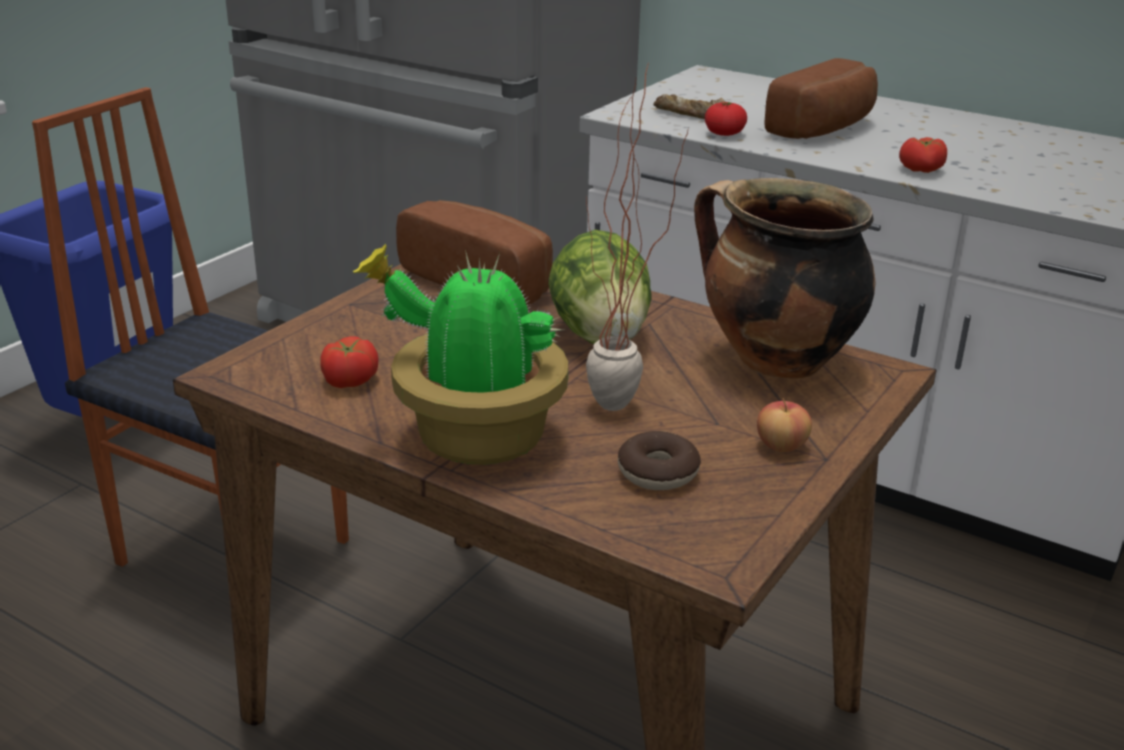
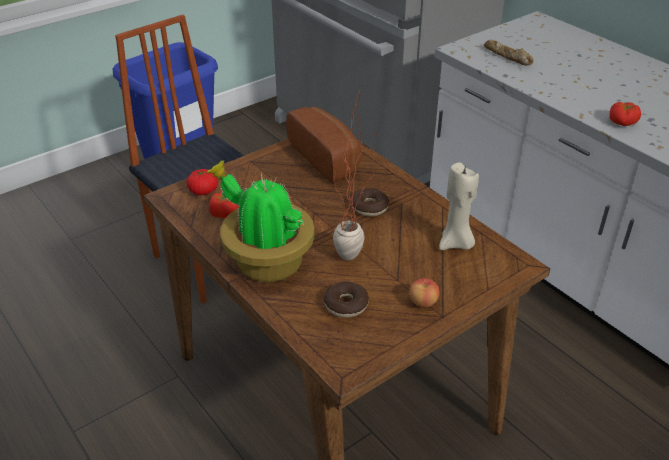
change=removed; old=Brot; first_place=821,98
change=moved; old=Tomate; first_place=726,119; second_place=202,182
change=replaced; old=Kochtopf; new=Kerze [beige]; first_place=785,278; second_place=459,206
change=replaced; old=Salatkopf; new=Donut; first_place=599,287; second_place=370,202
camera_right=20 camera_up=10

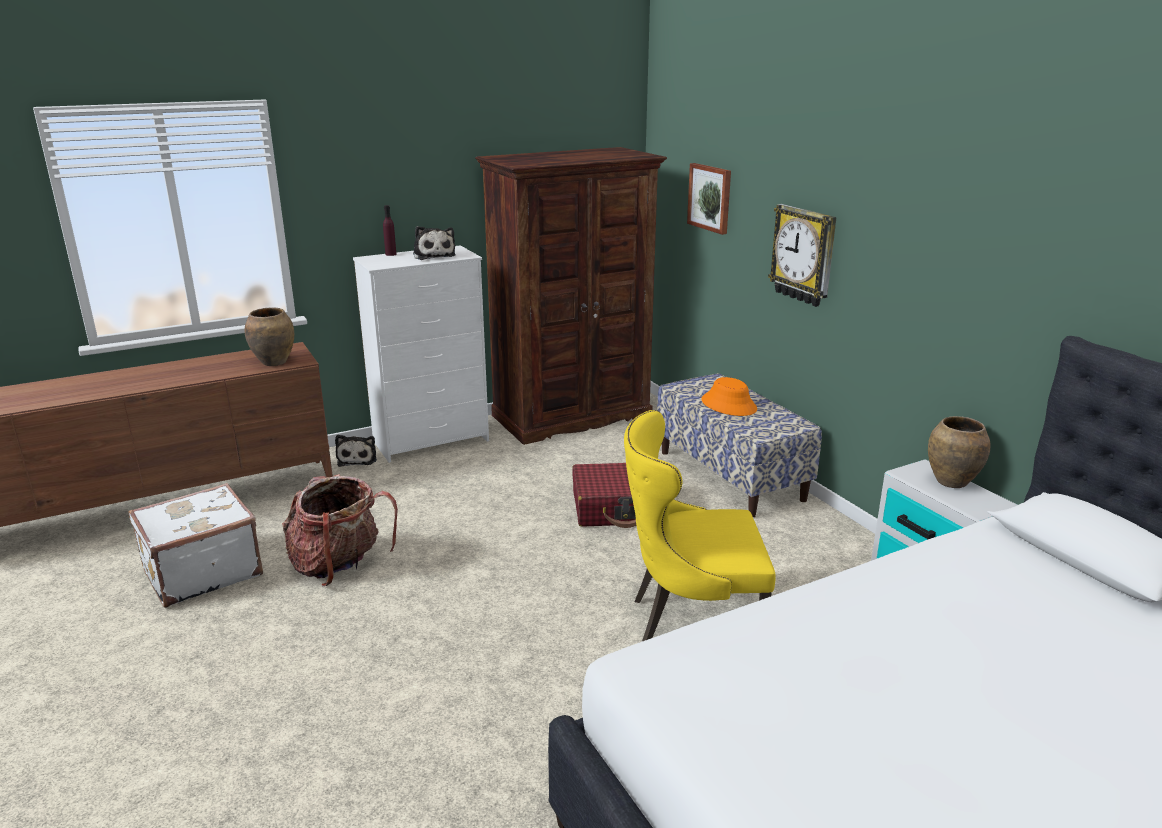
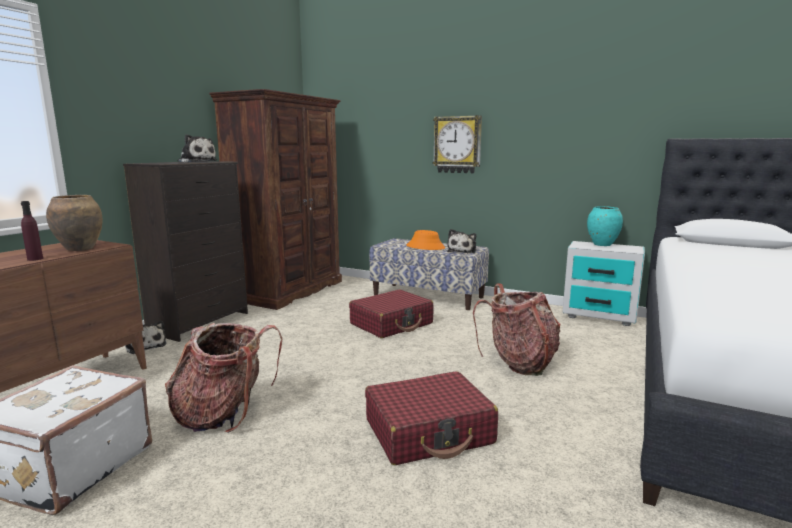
change=removed; old=Bild; first_place=709,199
change=moved; old=Flasche [lila]; first_place=389,230; second_place=32,231
change=recoloured; old=Kommode [weiß]; new=Kommode [schwarz]; first_place=421,354; second_place=185,251
change=replaced; old=Stuhl [gelb]; new=Rucksack; first_place=699,525; second_place=517,329
change=recoloured; old=Vase [braun]; new=Vase [türkis]; first_place=959,452; second_place=605,226
change=added; new=Plüschtier; second_place=461,241
change=added; new=Koffer [rot]; second_place=431,418
camera_right=-35 camera_up=-10

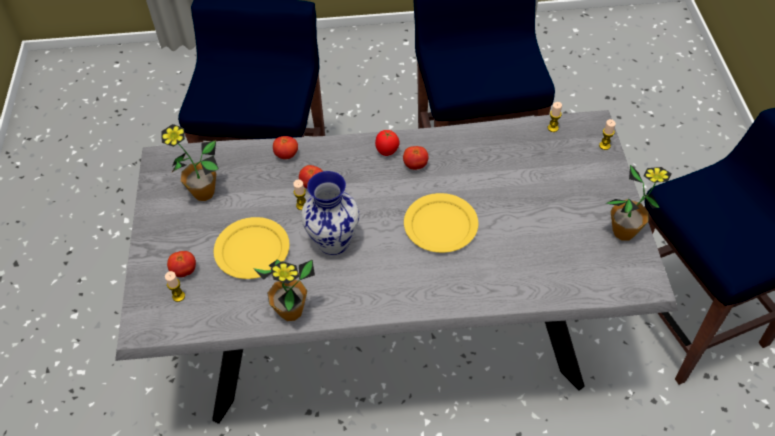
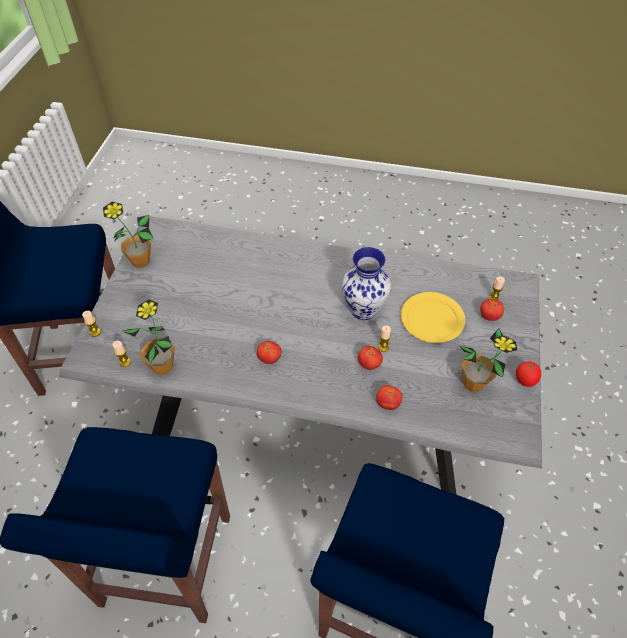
change=moved; old=Tomate; first_place=387,143; second_place=528,374
change=removed; old=Teller [gelb]; first_place=441,223
change=moved; old=Topfpflanze; first_place=284,290; second_place=148,337
camera_right=-165 camera_up=0

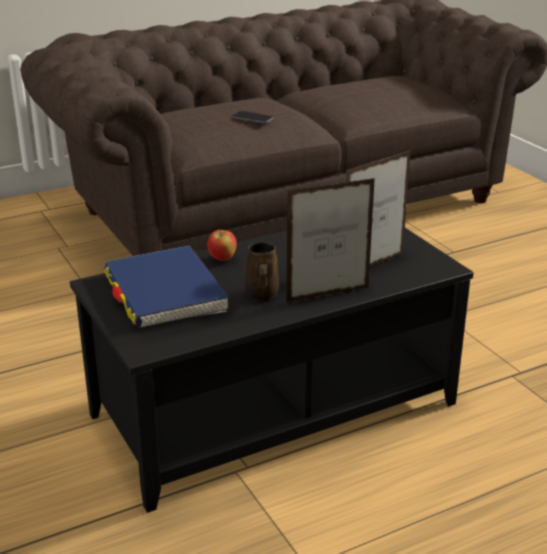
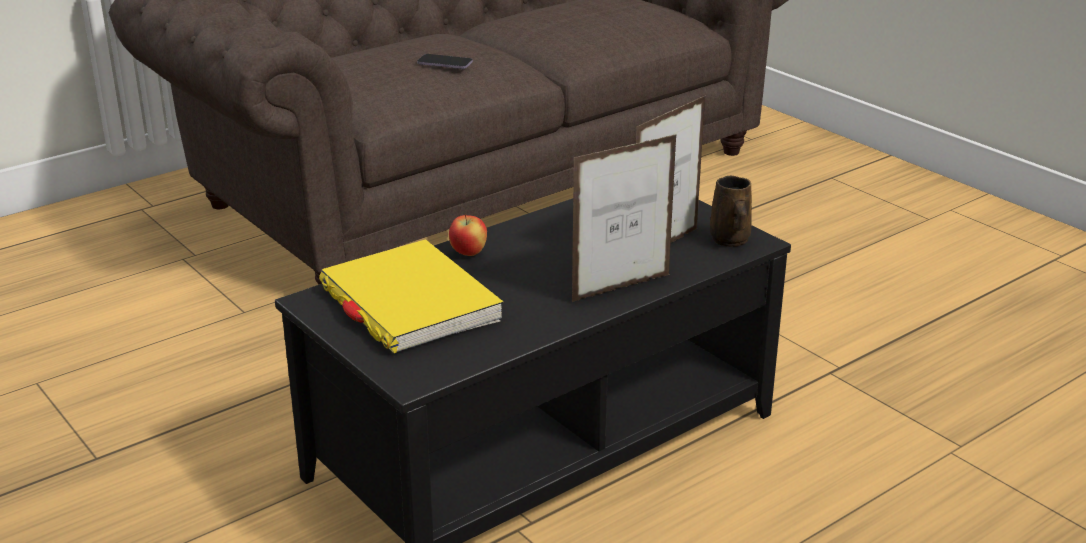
change=moved; old=Henkelbecher [braun]; first_place=262,271; second_place=731,211
change=recoloured; old=Buch [blau]; new=Buch [gelb]; first_place=166,287; second_place=411,296
camera_right=-10 camera_up=0

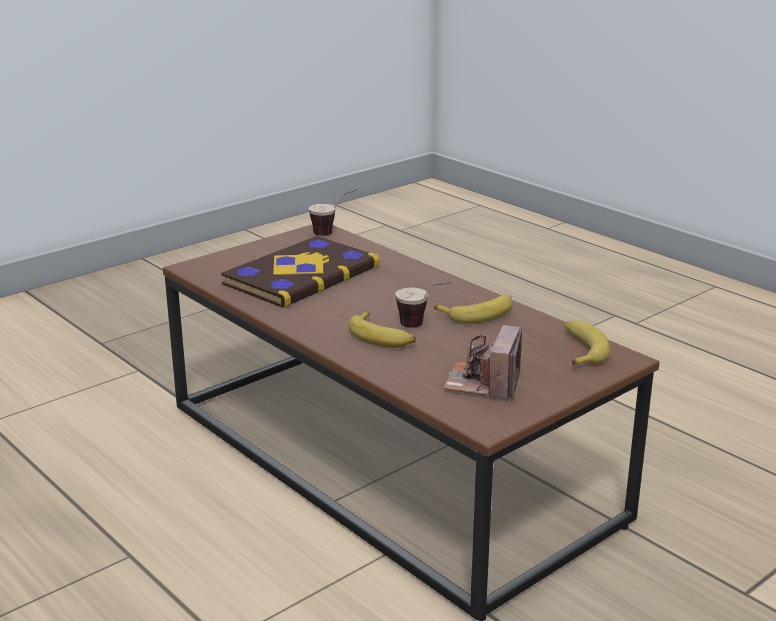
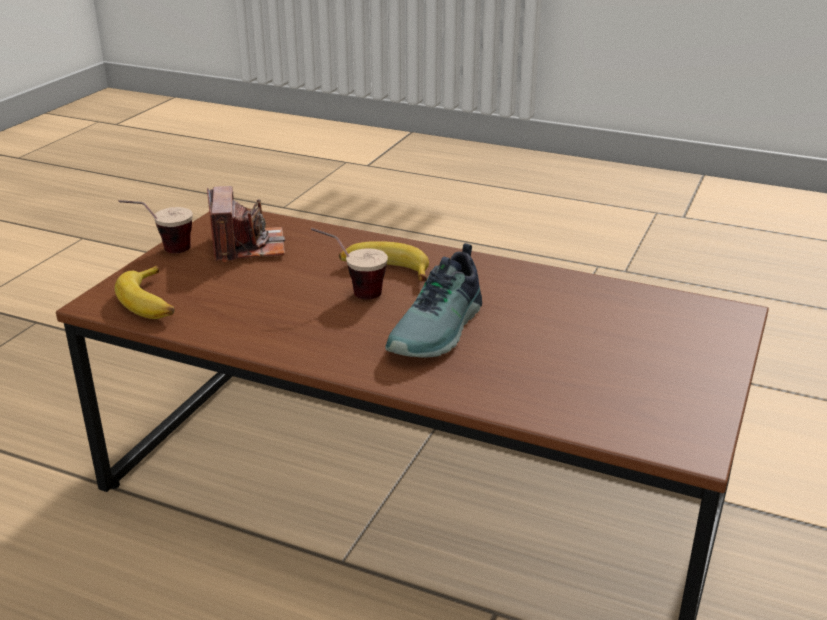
change=moved; old=Tasse; first_place=333,212; second_place=155,226
change=removed; old=Buch; first_place=301,272
change=removed; old=Banane; first_place=473,309
change=added; new=Schuh; second_place=433,300
camera_right=155 camera_up=5

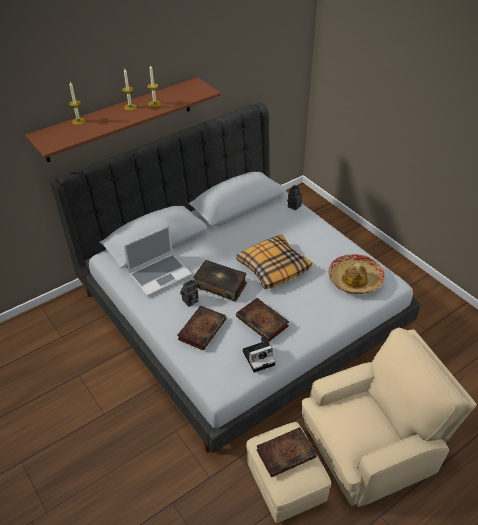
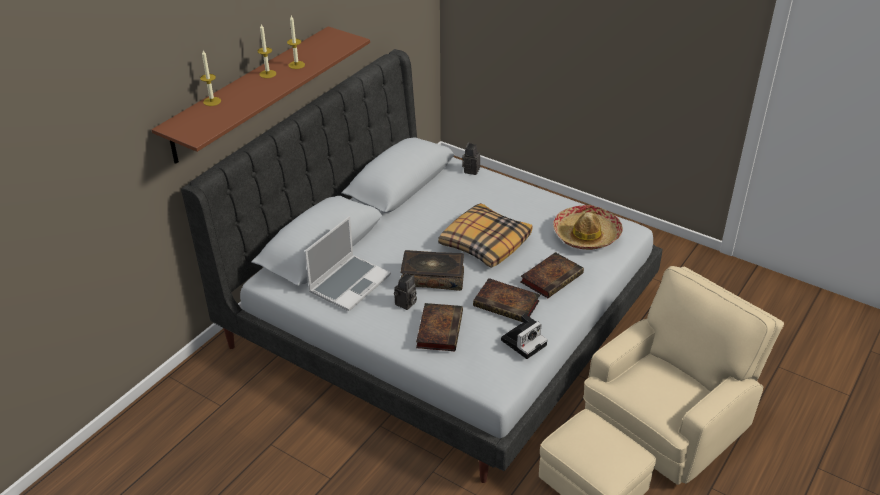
change=moved; old=Buch; first_place=286,452; second_place=552,275
camera_right=-20 camera_up=-5

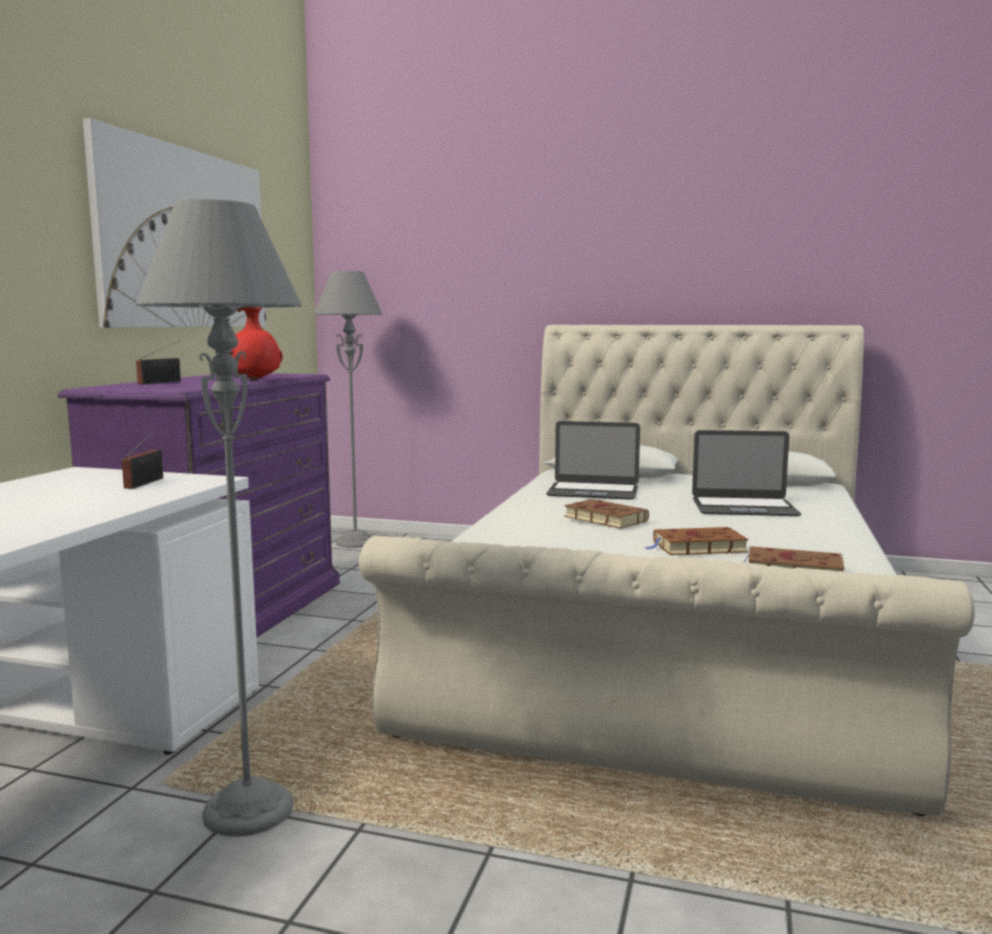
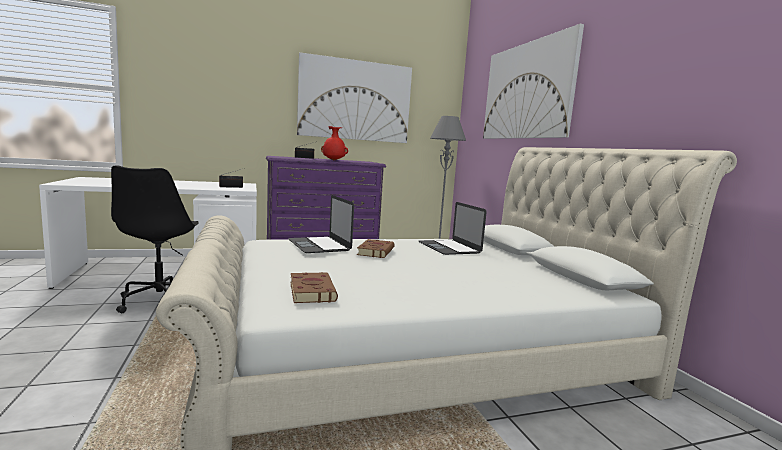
change=replaced; old=Stehlampe [grau]; new=Bürostuhl [schwarz]; first_place=219,518; second_place=155,239
change=moved; old=Laptop; first_place=746,473; second_place=321,224
change=removed; old=Buch [braun]; first_place=696,541
change=added; new=Bild; second_place=533,81
camera_right=55 camera_up=0

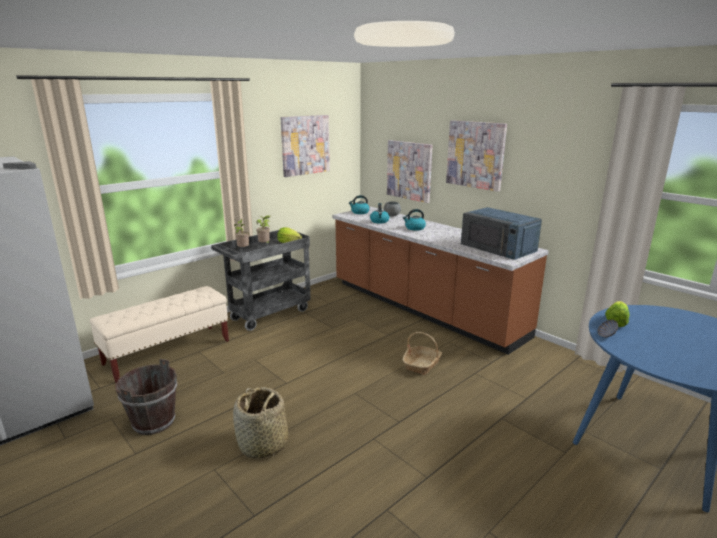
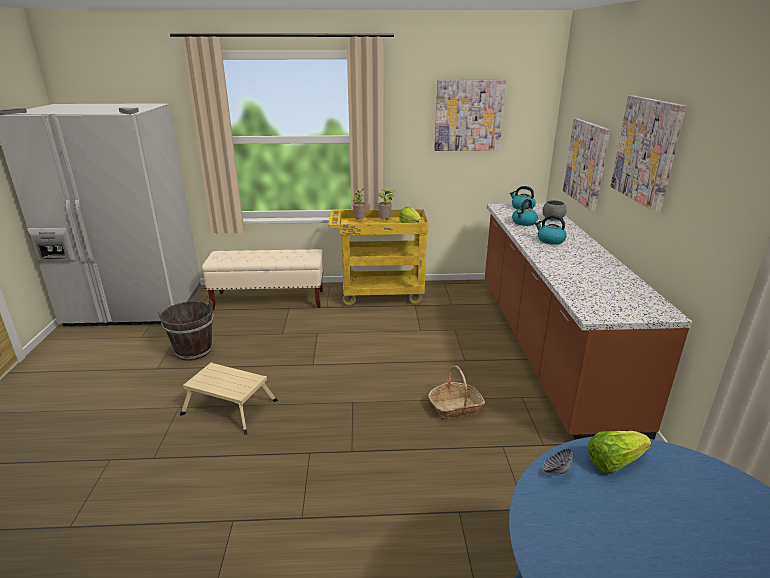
change=removed; old=Mikrowelle [blau]; first_place=501,233
change=recoloured; old=Rollwagen [schwarz]; new=Rollwagen [gelb]; first_place=261,280; second_place=378,257
change=replaced; old=Korb; new=Trittleiter [beige]; first_place=260,422; second_place=229,398
camera_right=40 camera_up=5

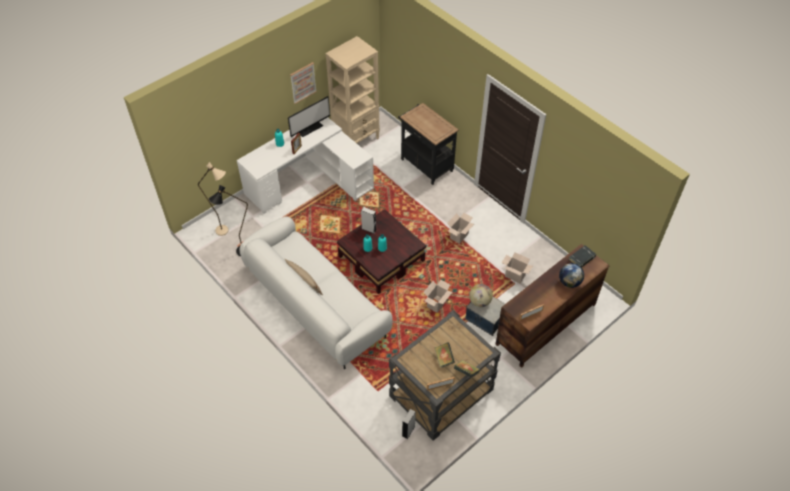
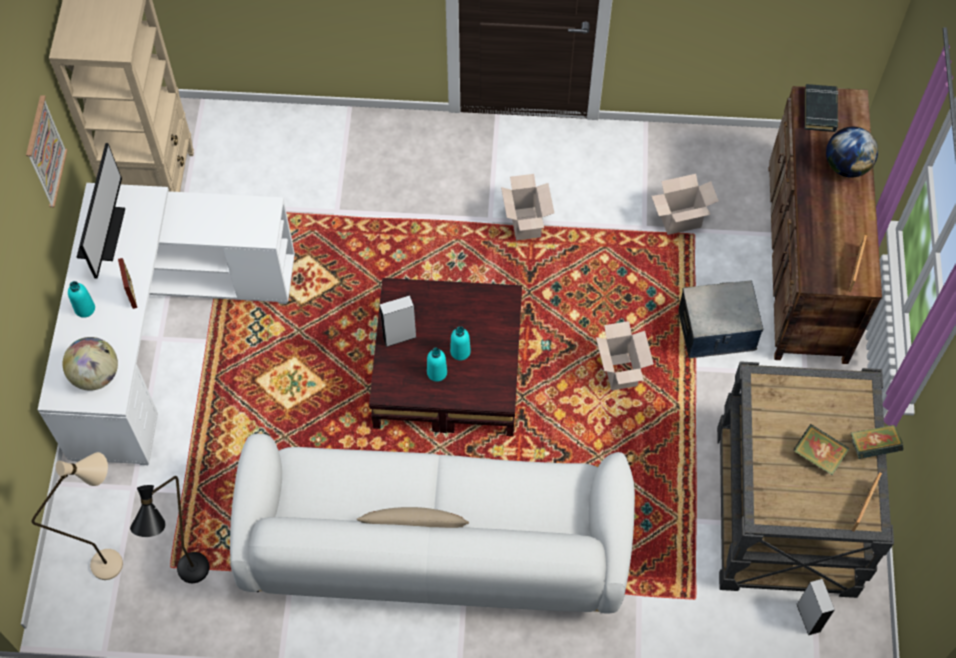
change=removed; old=Rollwagen [schwarz]; first_place=428,144
change=moved; old=Globus; first_place=481,295; second_place=90,364
camera_right=-45 camera_up=10

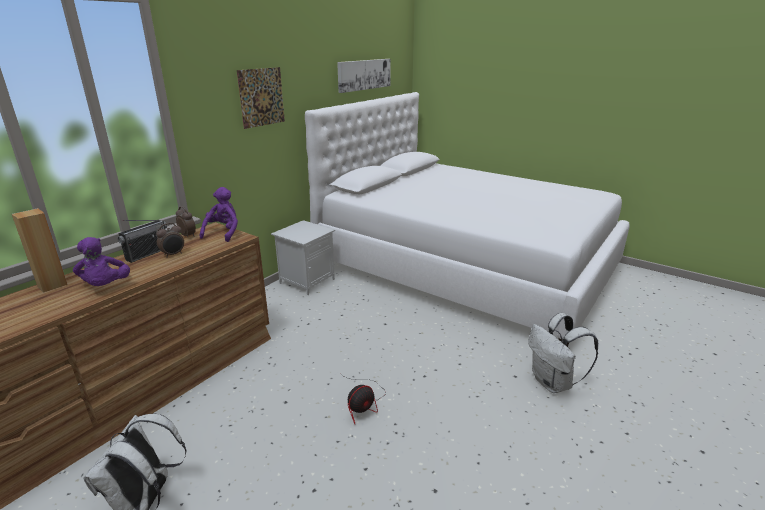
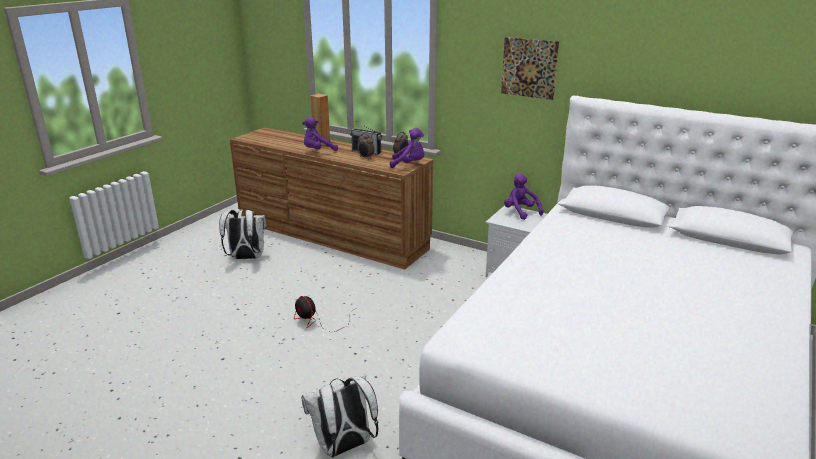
change=removed; old=Bild; first_place=364,76
change=added; new=Plüschtier [lila]; second_place=524,197
camera_right=85 camera_up=0

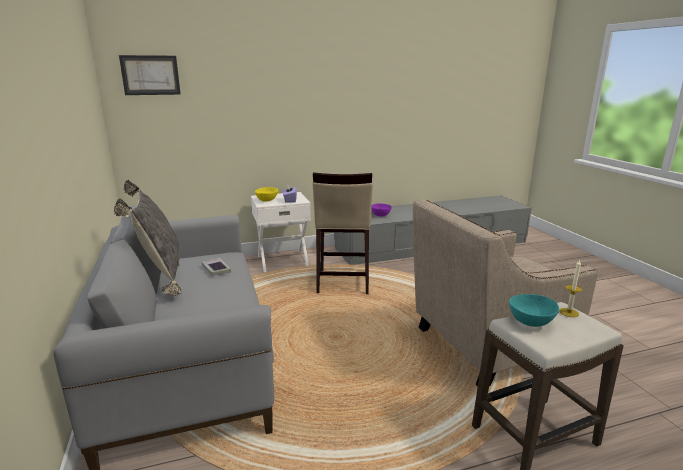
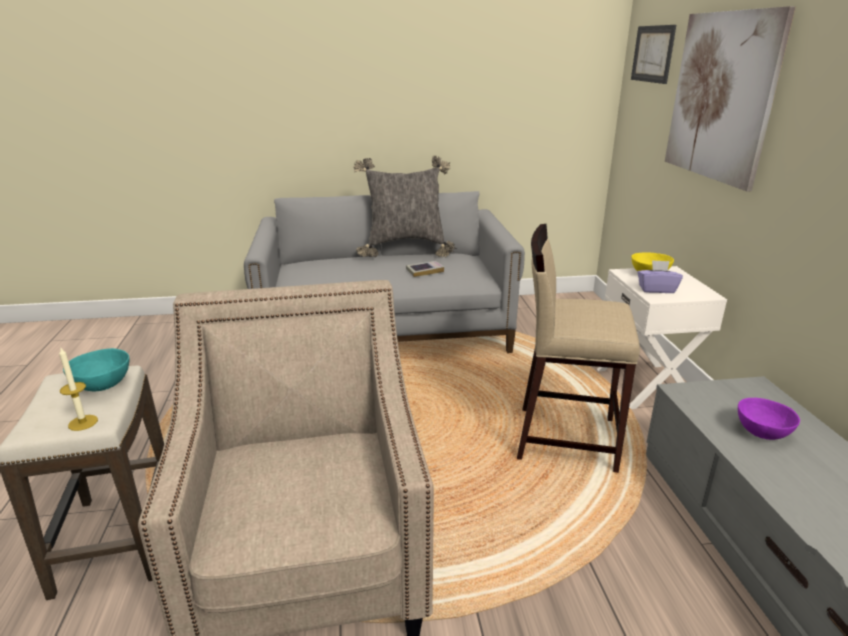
change=added; new=Bild; second_place=730,98
camera_right=100 camera_up=5

